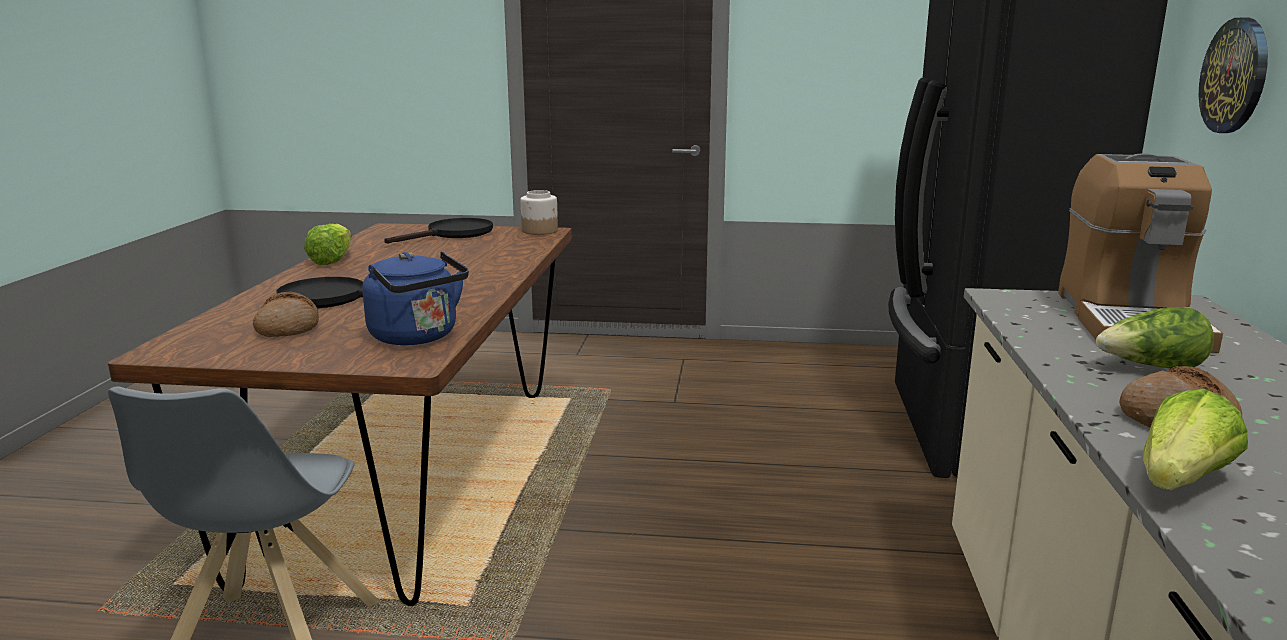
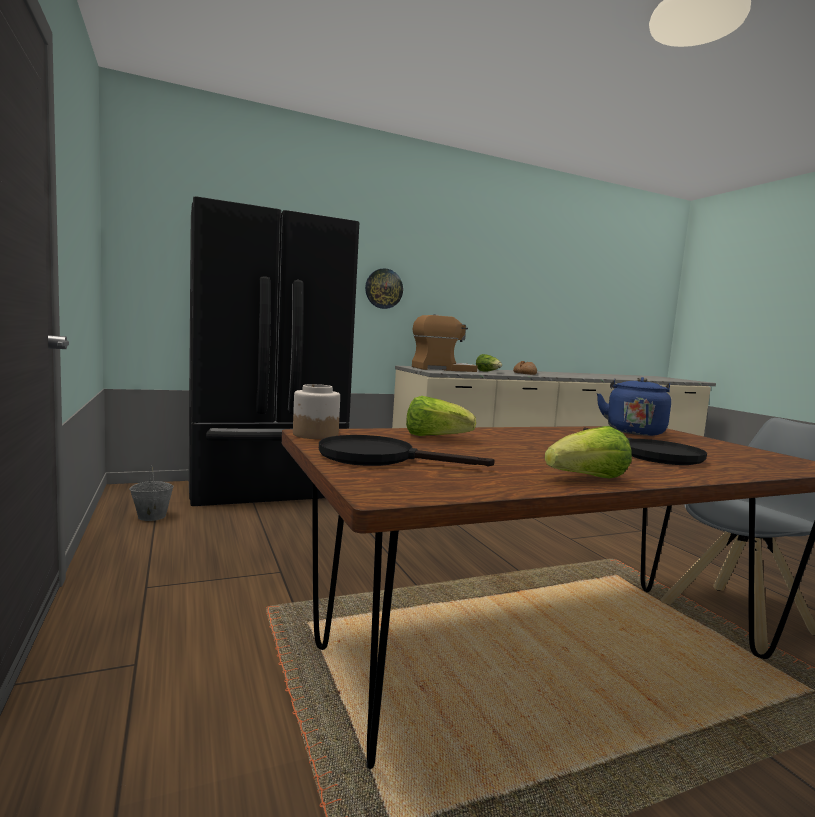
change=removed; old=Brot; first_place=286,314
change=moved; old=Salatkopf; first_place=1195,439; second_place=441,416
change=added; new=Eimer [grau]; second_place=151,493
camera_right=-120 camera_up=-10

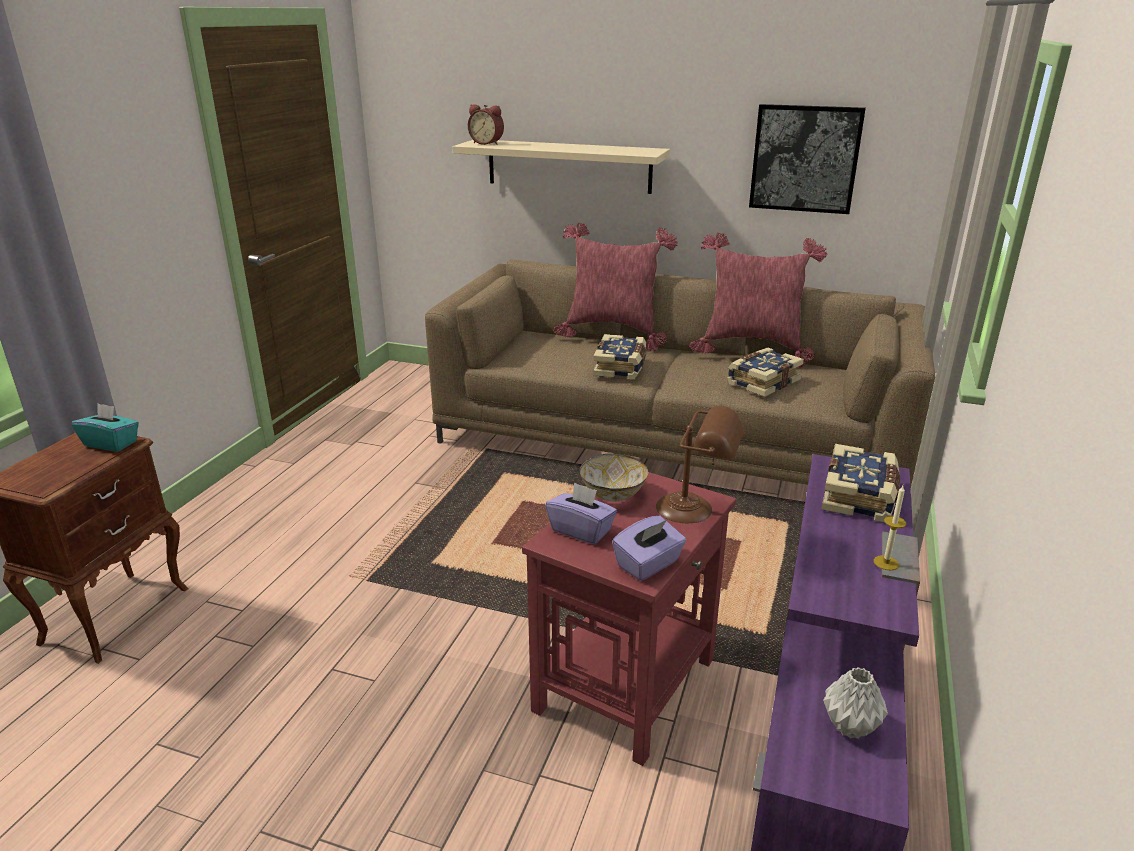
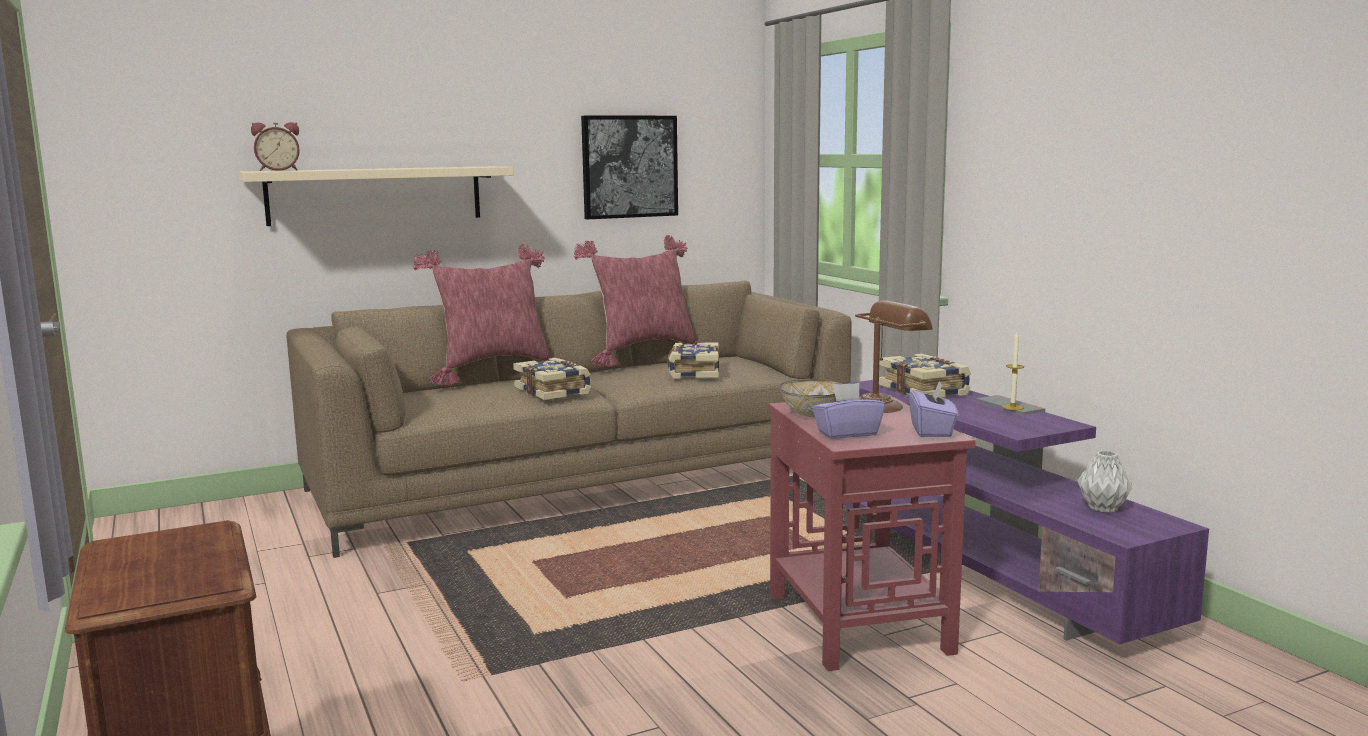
change=removed; old=Taschentuchbox [türkis]; first_place=105,427
camera_right=-45 camera_up=-15

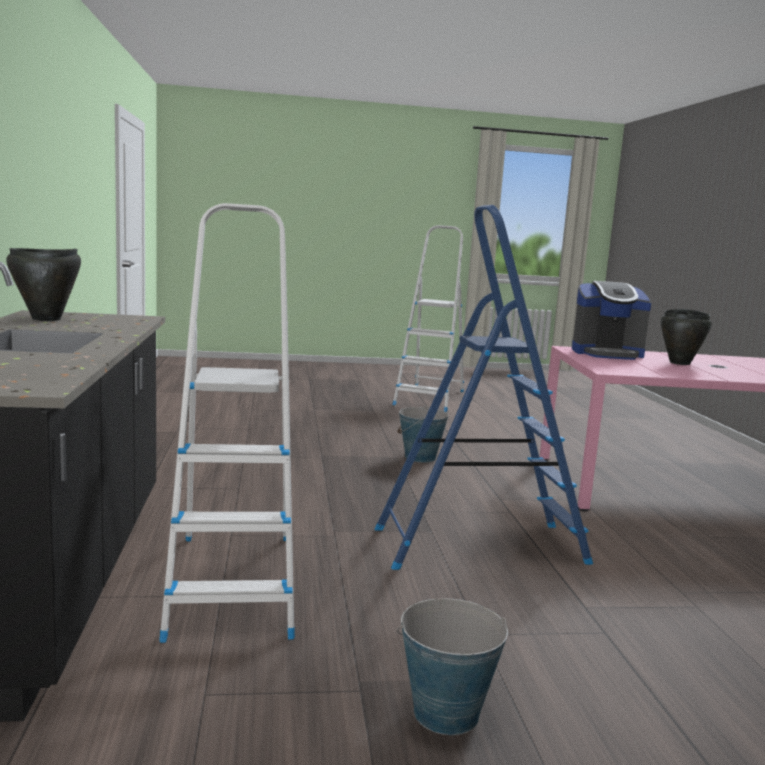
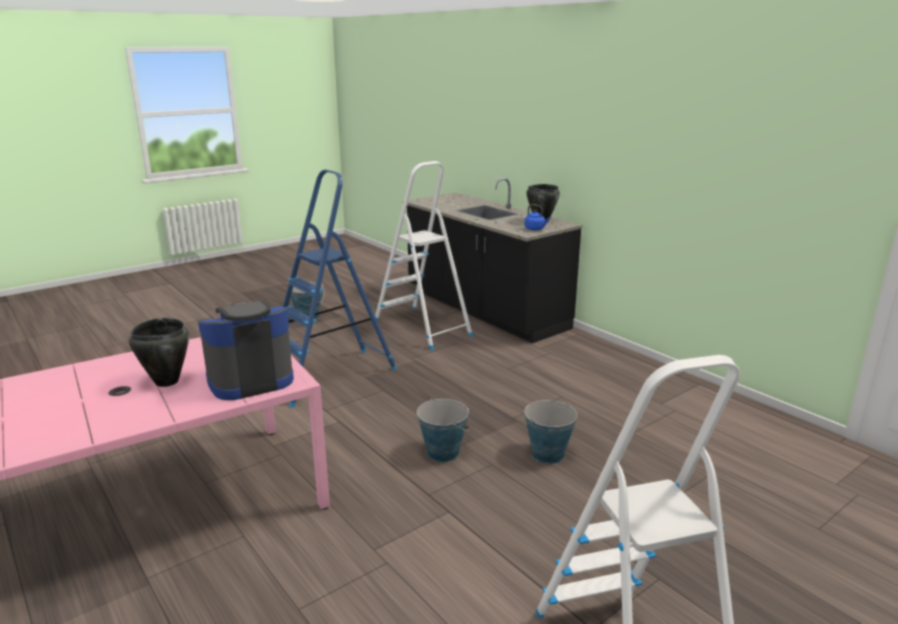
change=added; new=Wasserkessel [blau]; second_place=537,217
change=added; new=Eimer; second_place=550,432
camera_right=150 camera_up=10

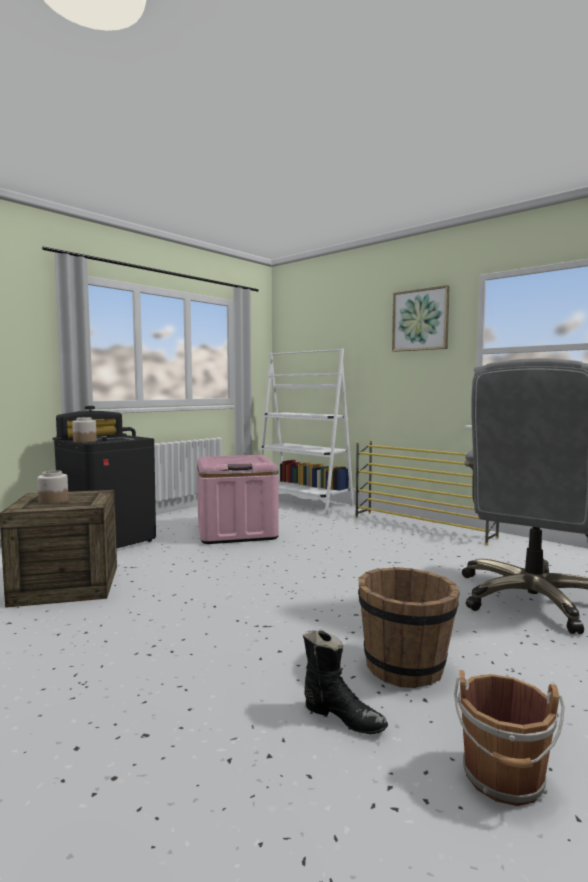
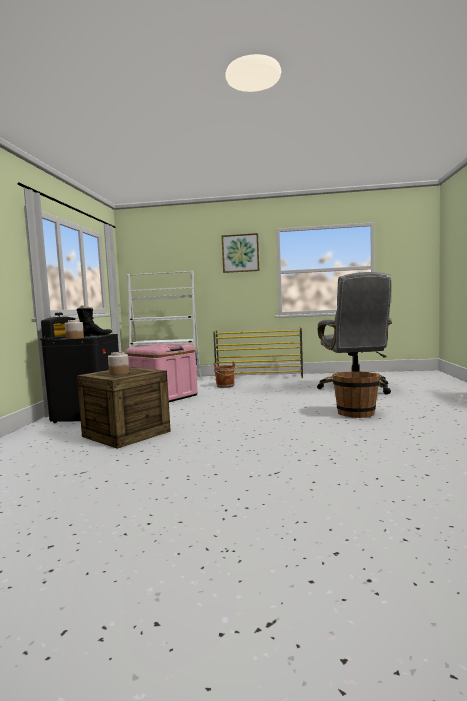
change=moved; old=Stiefel [schwarz]; first_place=345,682; second_place=94,320
change=moved; old=Eimer [braun]; first_place=509,738; second_place=225,374
camera_right=-35 camera_up=0

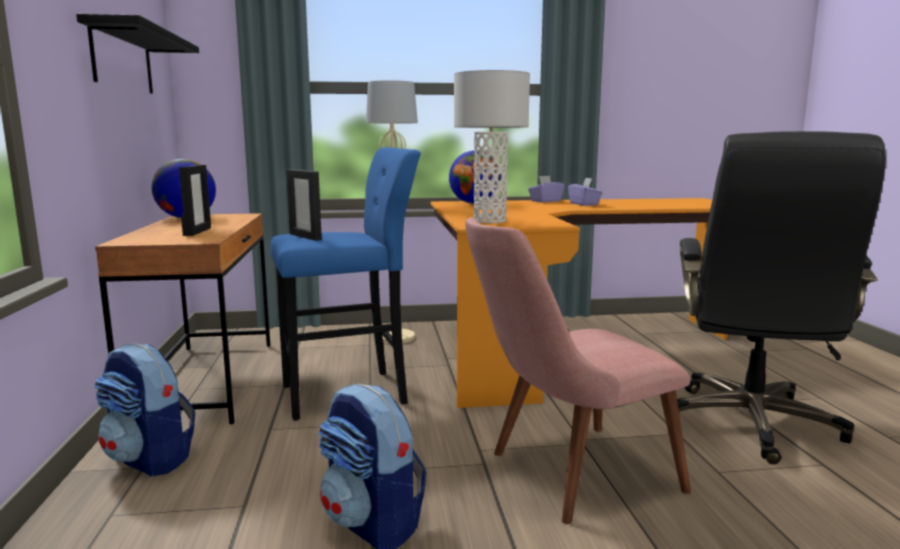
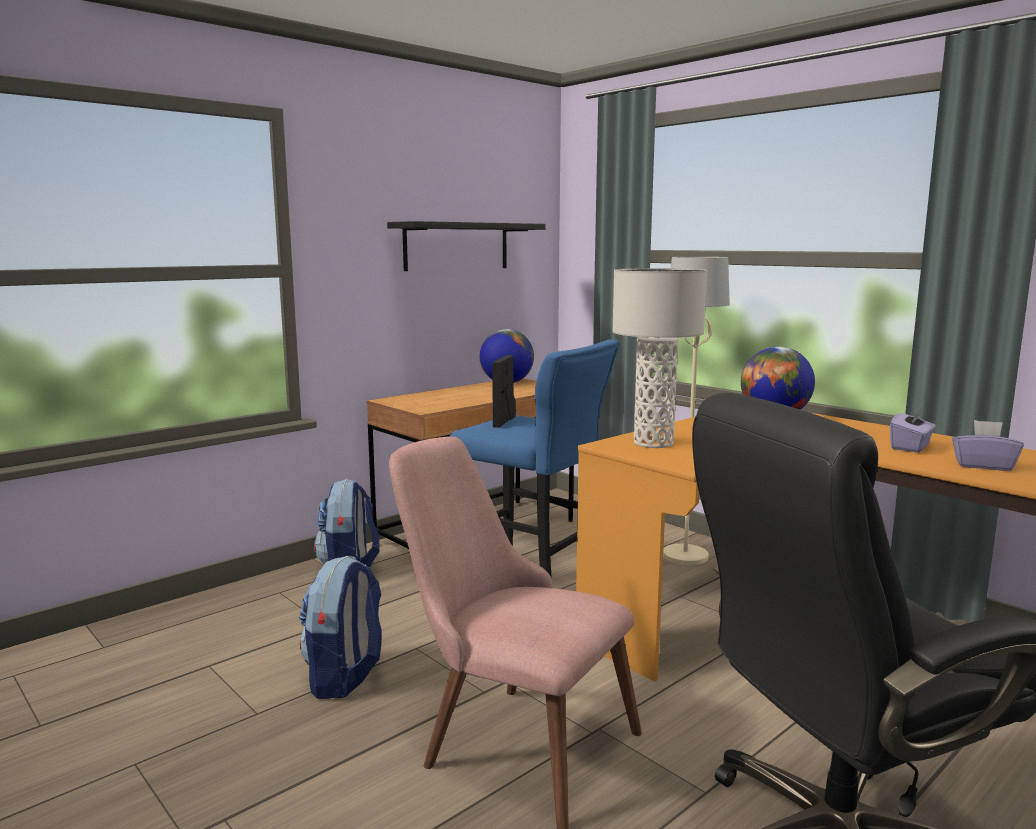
change=removed; old=Bilderrahmen; first_place=195,200
change=moved; old=Taschentuchbox [lila]; first_place=546,189; second_place=988,445
camera_right=55 camera_up=0

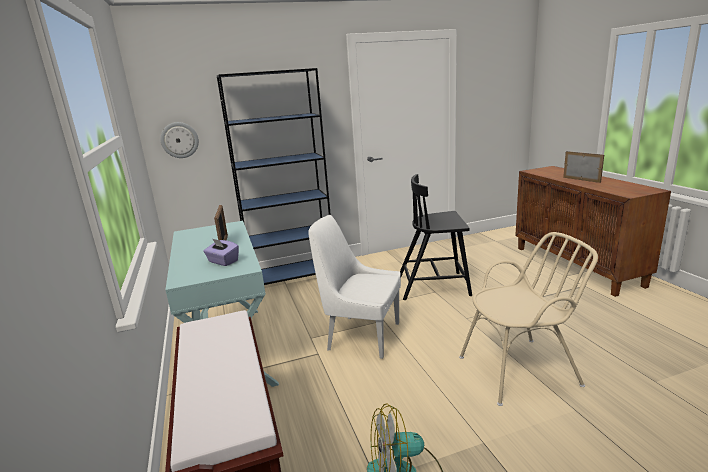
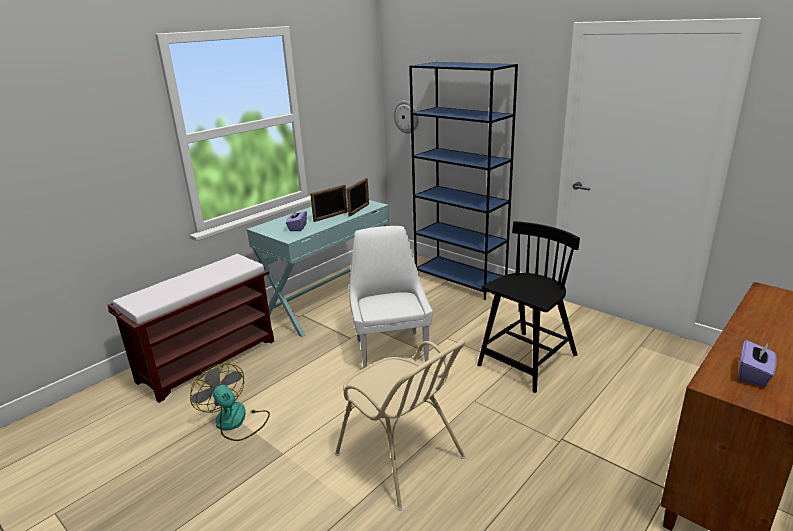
change=moved; old=Bilderrahmen; first_place=583,167; second_place=357,197
change=turned; old=Stuhl [schwarz]; first_place=436,237; second_place=528,307; degrees=75
change=added; new=Taschentuchbox [lila]; second_place=758,363
camera_right=60 camera_up=5

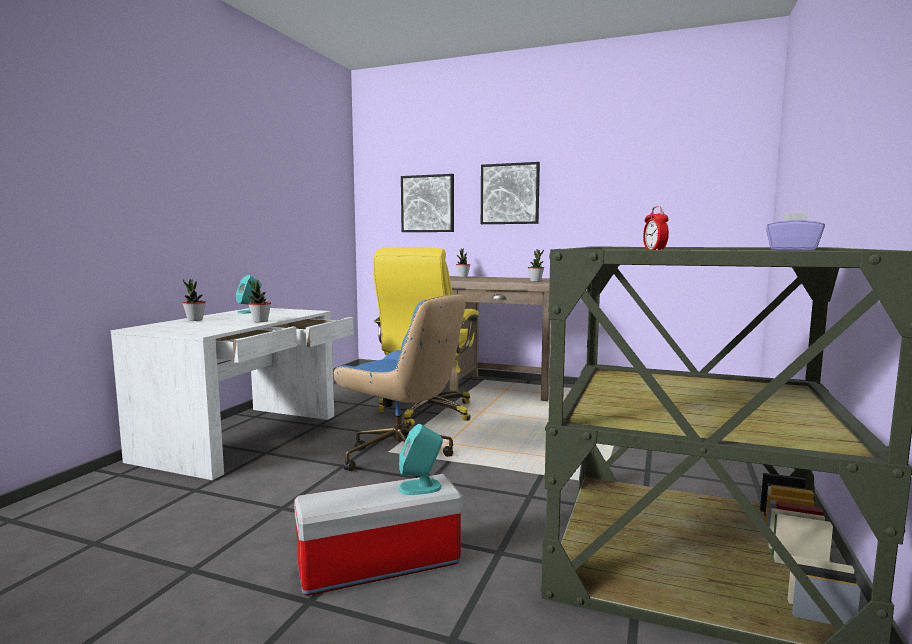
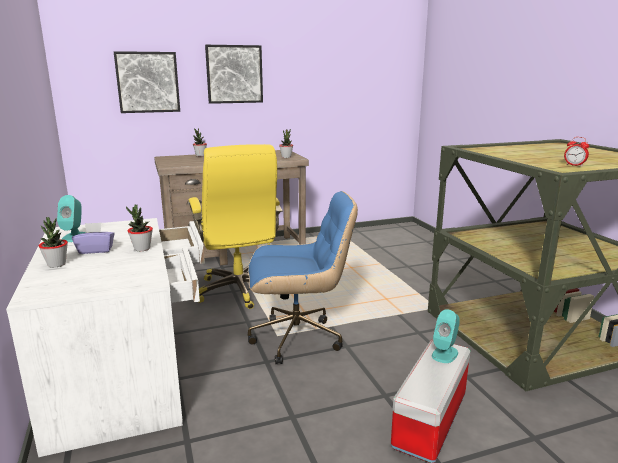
change=moved; old=Taschentuchbox [lila]; first_place=796,231; second_place=93,238
camera_right=-40 camera_up=10

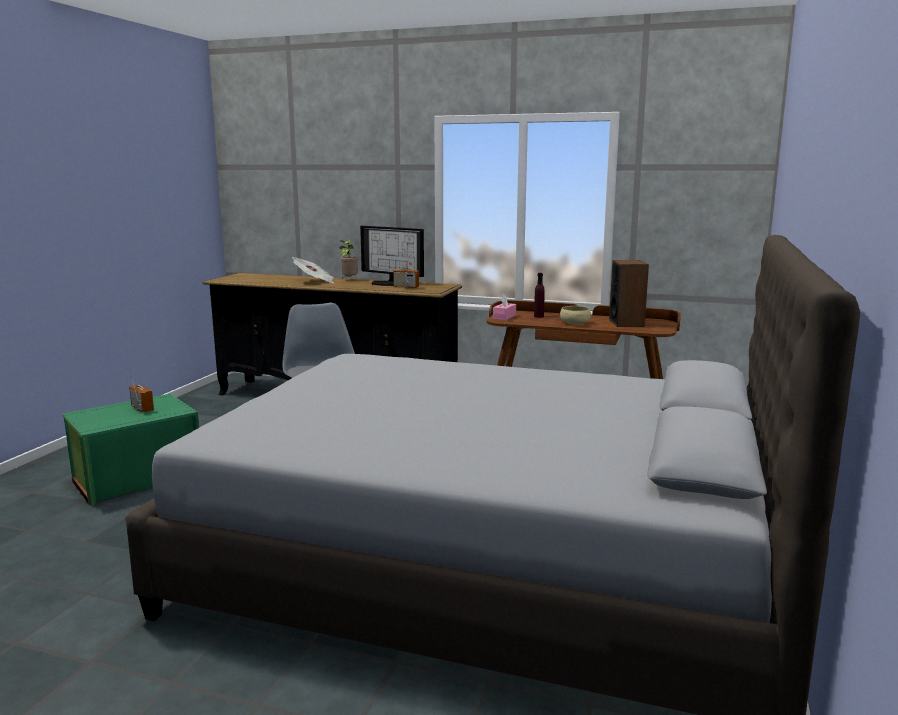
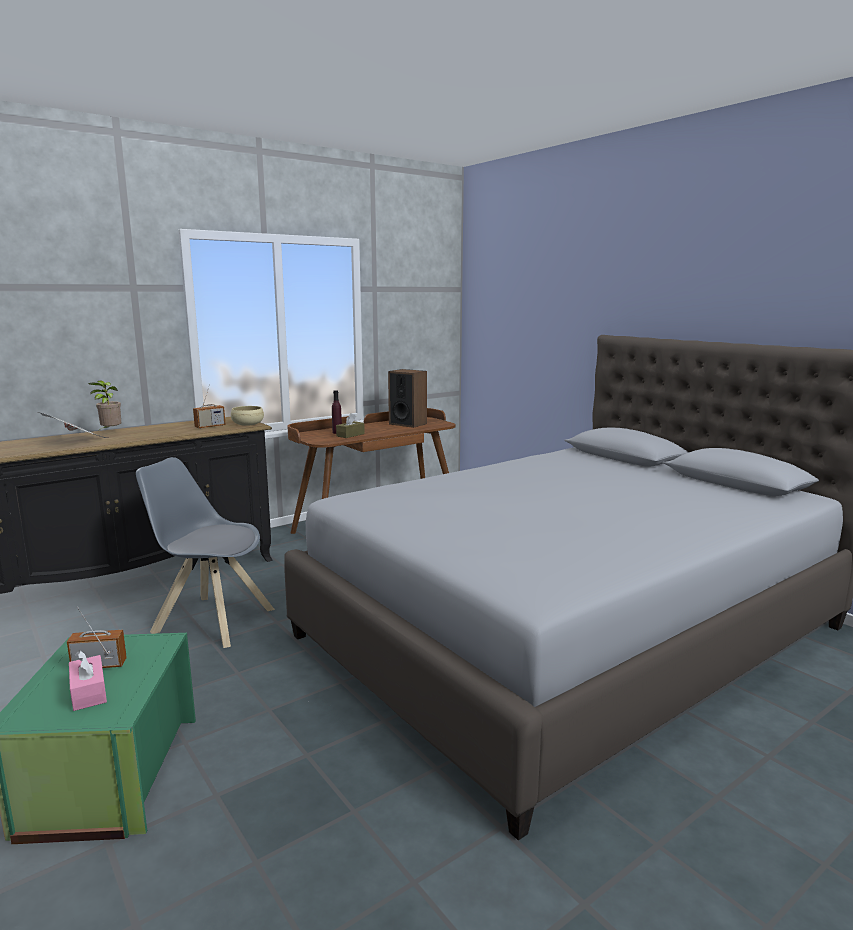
change=removed; old=Monitor; first_place=392,256
change=moved; old=Taschentuchbox [rosa]; first_place=504,307; second_place=88,680
change=moved; old=Schüssel [beige]; first_place=575,315; second_place=247,416
change=added; new=Taschentuchbox [braun]; second_place=350,425
camera_right=-55 camera_up=0

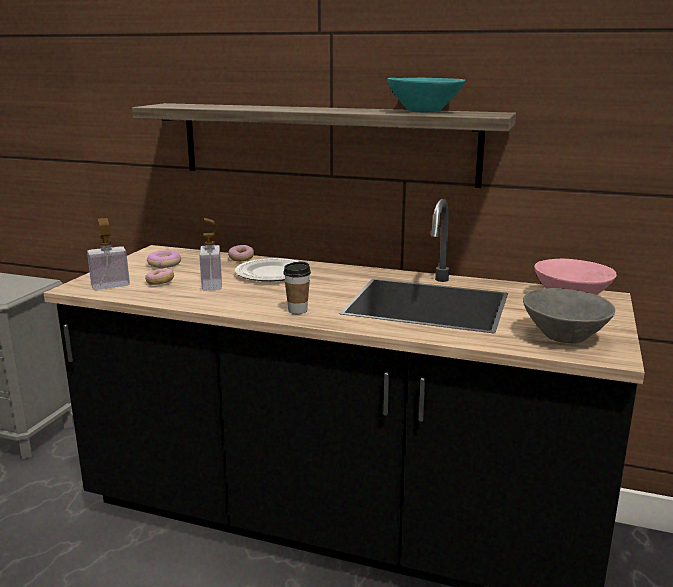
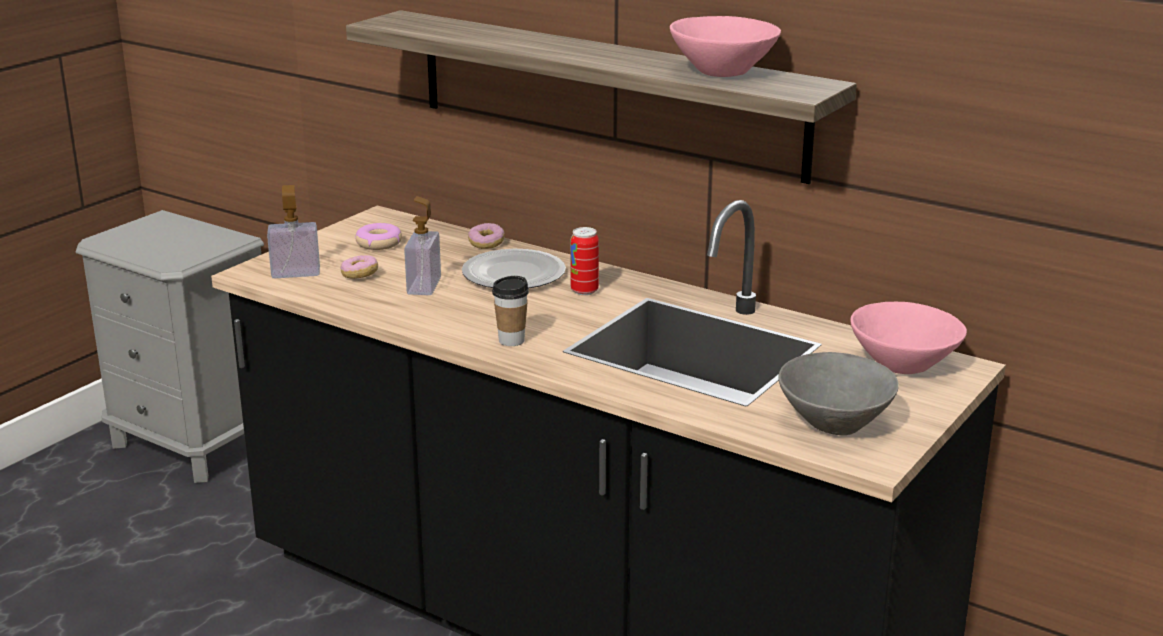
change=recoloured; old=Schüssel [türkis]; new=Schüssel [rosa]; first_place=426,95; second_place=725,46
change=added; new=Dose; second_place=584,261
camera_right=15 camera_up=5

